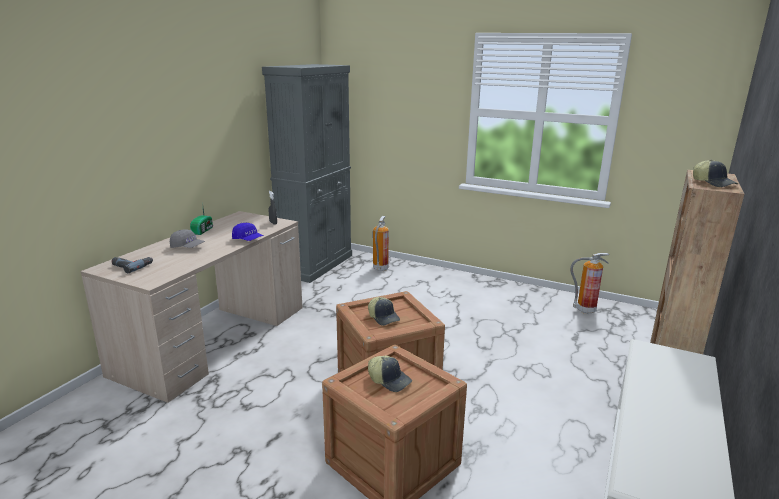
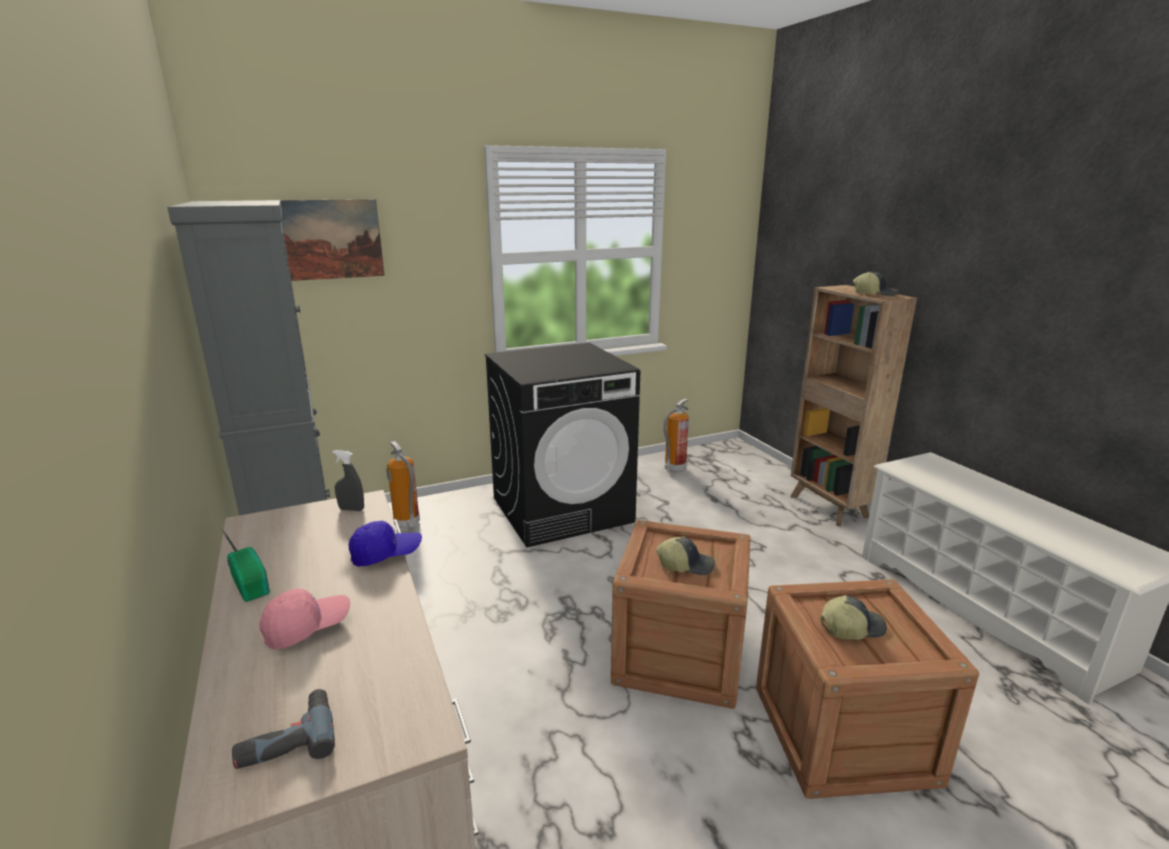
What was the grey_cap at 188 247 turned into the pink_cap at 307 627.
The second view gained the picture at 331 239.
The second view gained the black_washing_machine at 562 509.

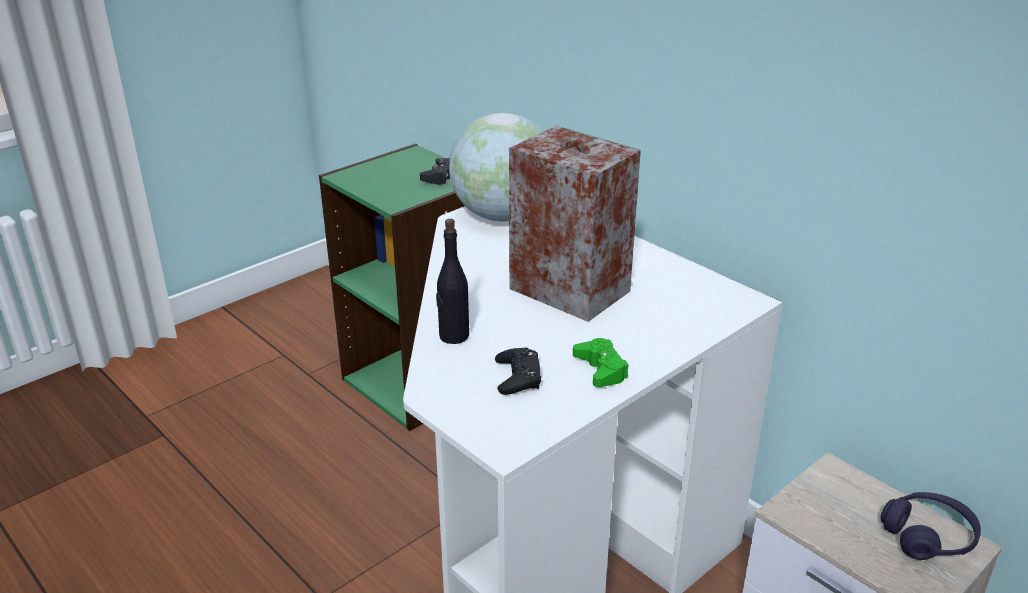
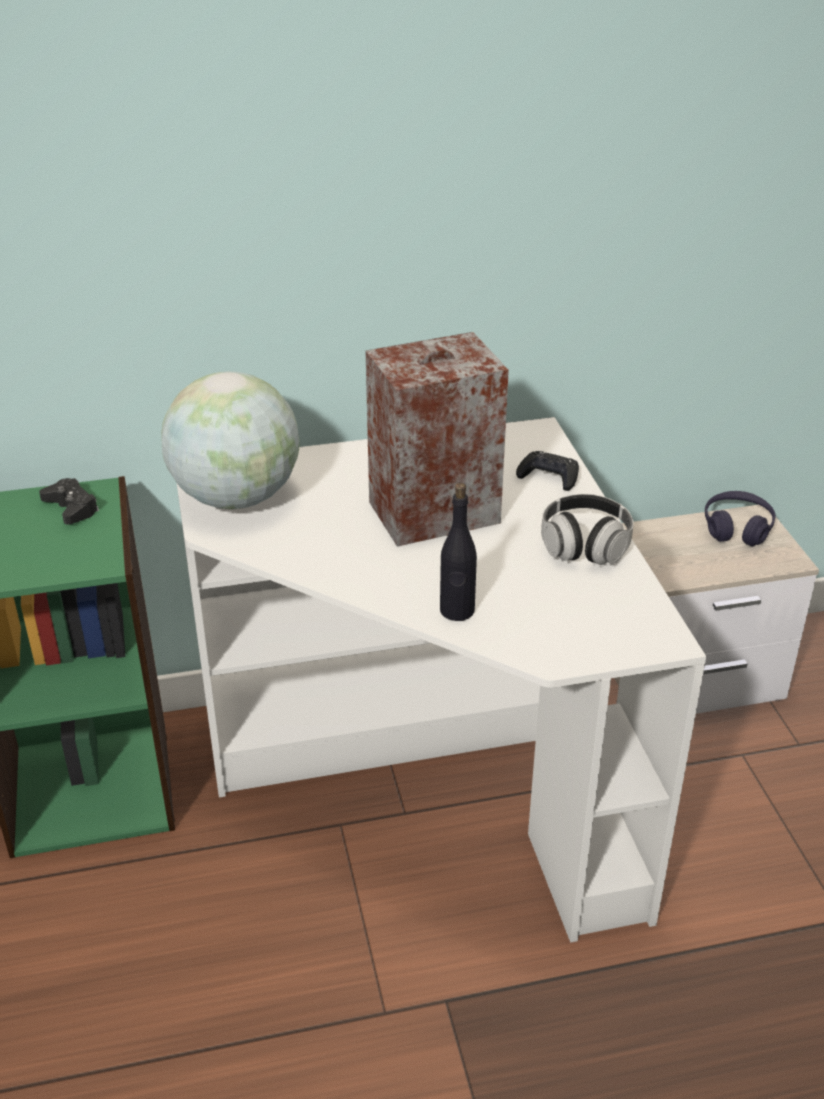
Where the green_game_controller stood at 601 369, the headphones came to stand at 585 545.
The black_game_controller ended up elsewhere, having gone from 517 377 to 549 476.

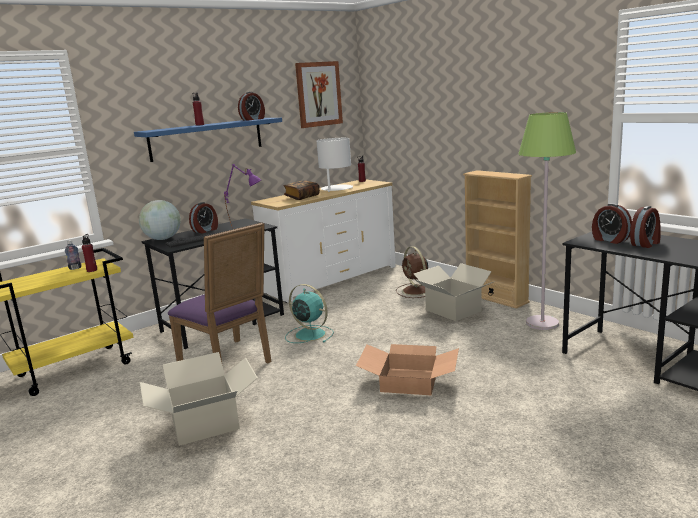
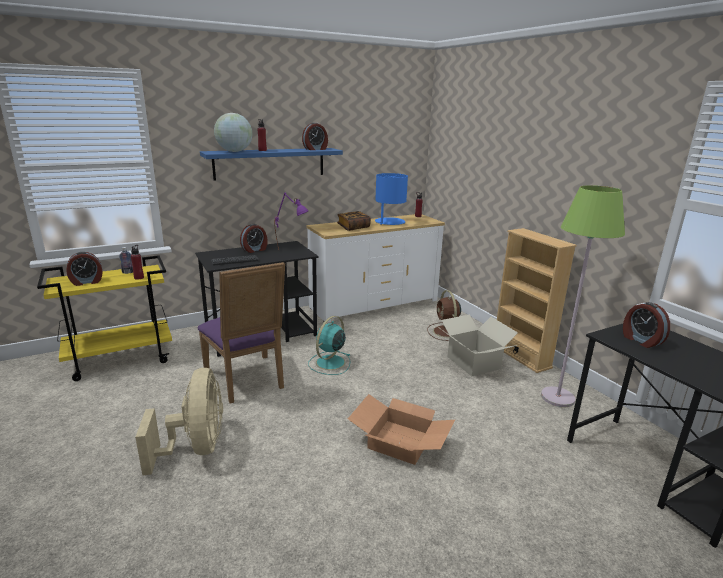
The second view lost the picture at 318 94.
What was the white_table_lamp at 336 189 turned into the blue_table_lamp at 389 222.
The globe ended up elsewhere, having gone from 163 239 to 234 151.
The alarm_clock ended up elsewhere, having gone from 646 244 to 87 282.
The turquoise_fan at 309 334 ended up facing another way, 105 degrees counterclockwise from before.
Where the cardboard_box stood at 205 424, the beige_fan came to stand at 196 448.

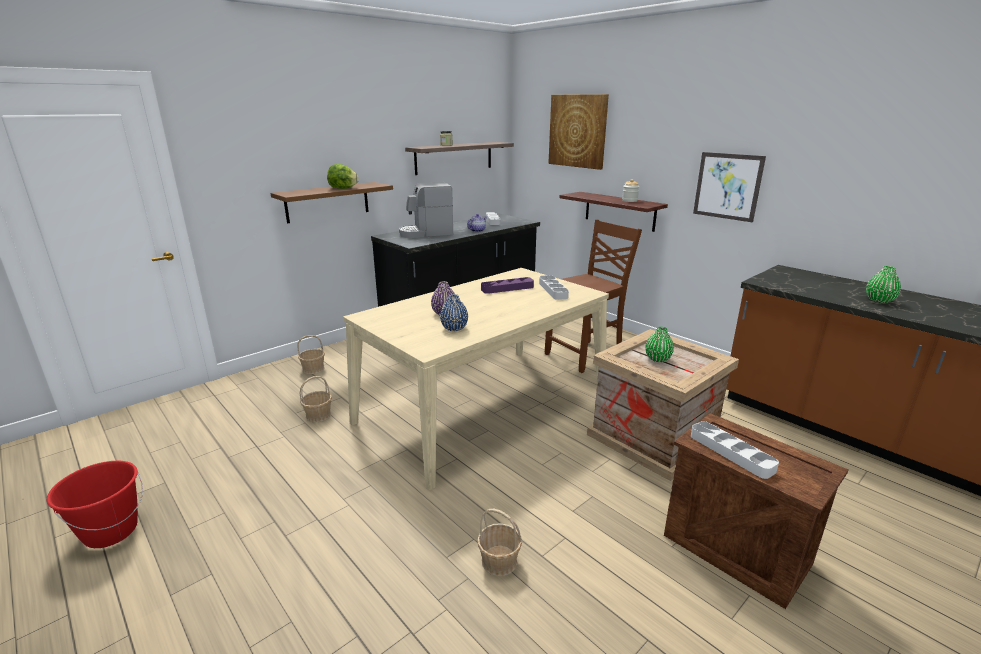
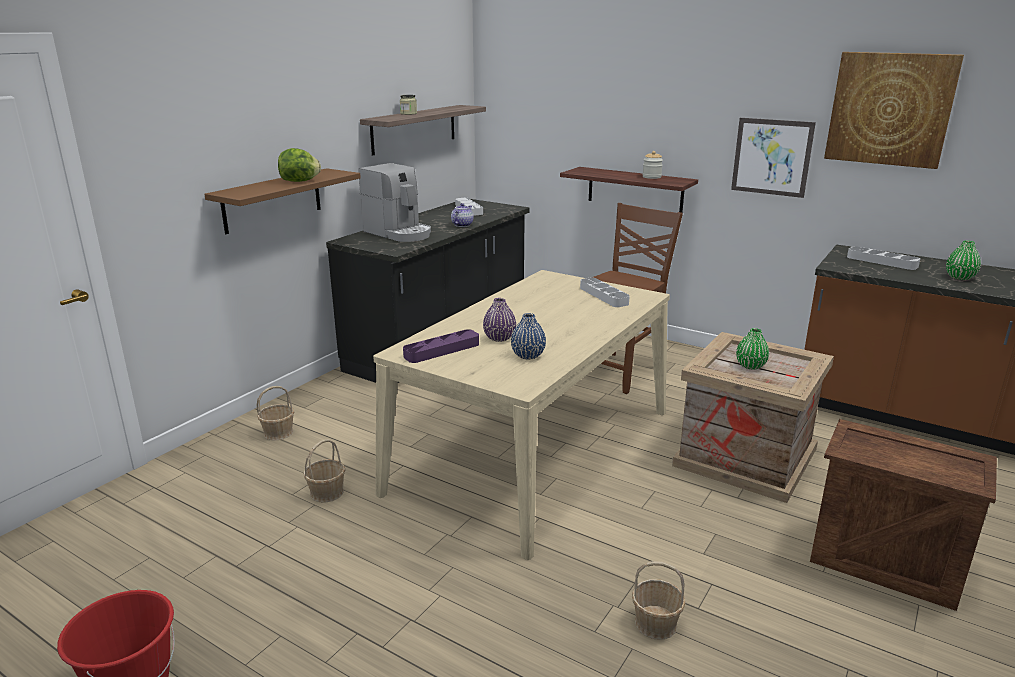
The picture ended up elsewhere, having gone from 578 131 to 890 109.
The coffee_machine at 426 233 ended up facing another way, 105 degrees counterclockwise from before.
The purple_tray ended up elsewhere, having gone from 507 288 to 442 350.
The grey_tray ended up elsewhere, having gone from 731 452 to 881 262.

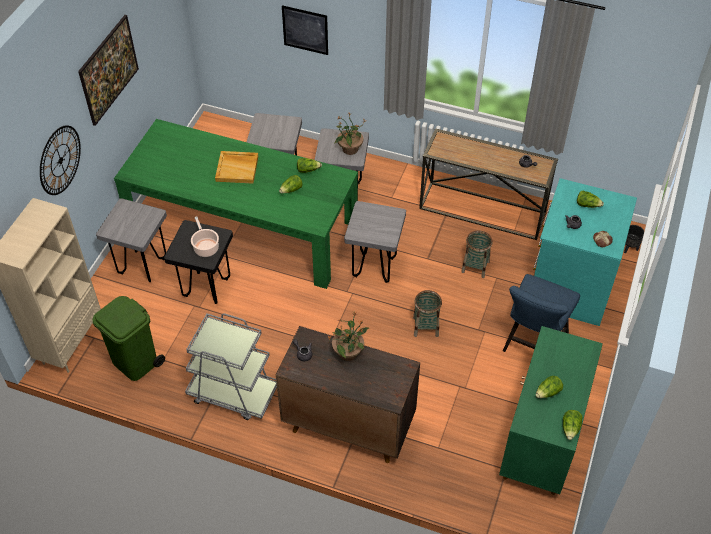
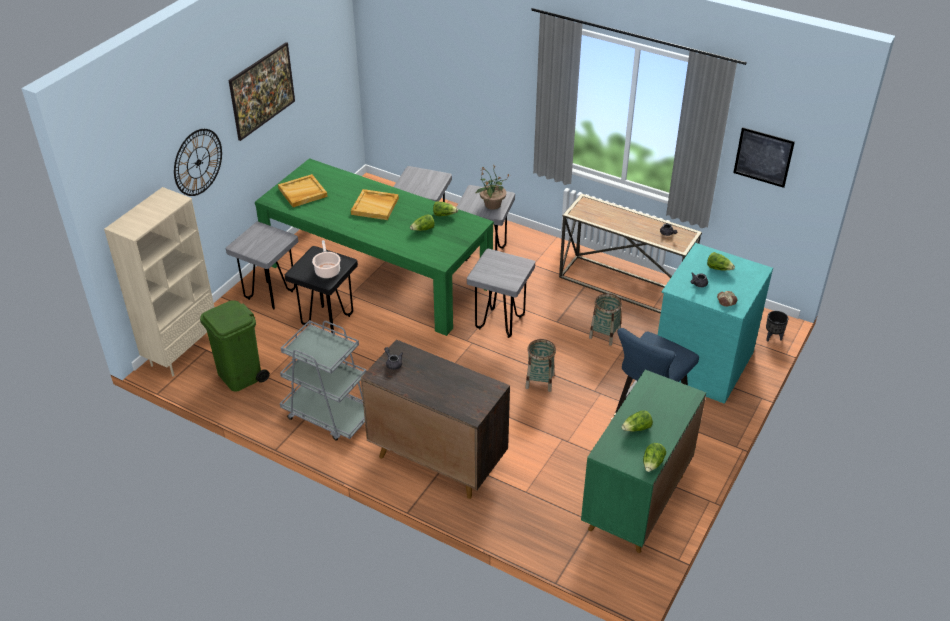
The picture ended up elsewhere, having gone from 305 30 to 763 157.
The second view lost the potted_plant at 348 352.
The second view gained the beige_tray at 302 193.

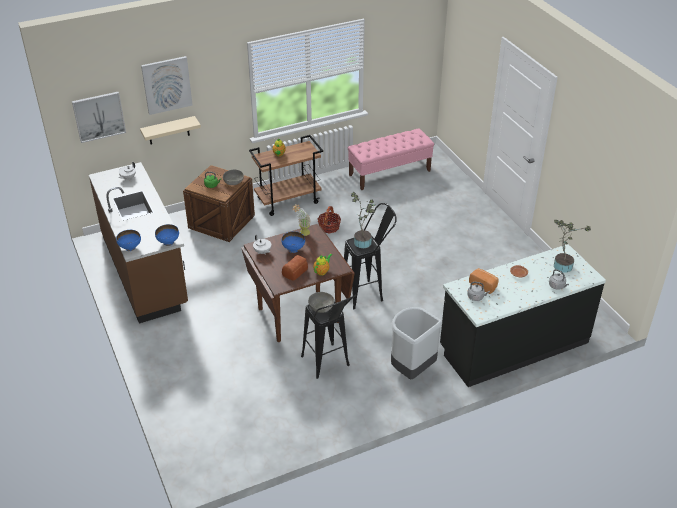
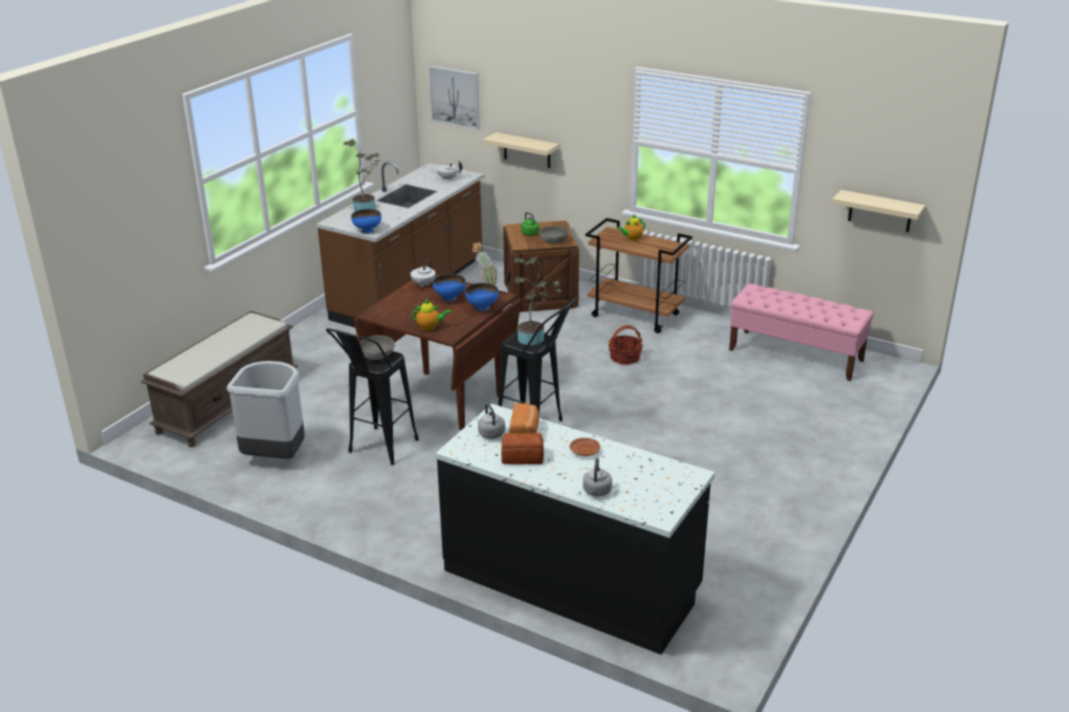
The second view lost the picture at 167 85.
The potted_plant ended up elsewhere, having gone from 561 265 to 366 207.
The blue_bowl ended up elsewhere, having gone from 130 248 to 482 308.
The bread ended up elsewhere, having gone from 295 272 to 523 457.
The grey_trash_can ended up elsewhere, having gone from 411 369 to 276 457.
The second view gained the beige_shelf at 880 211.
The second view gained the brown_bench at 228 403.

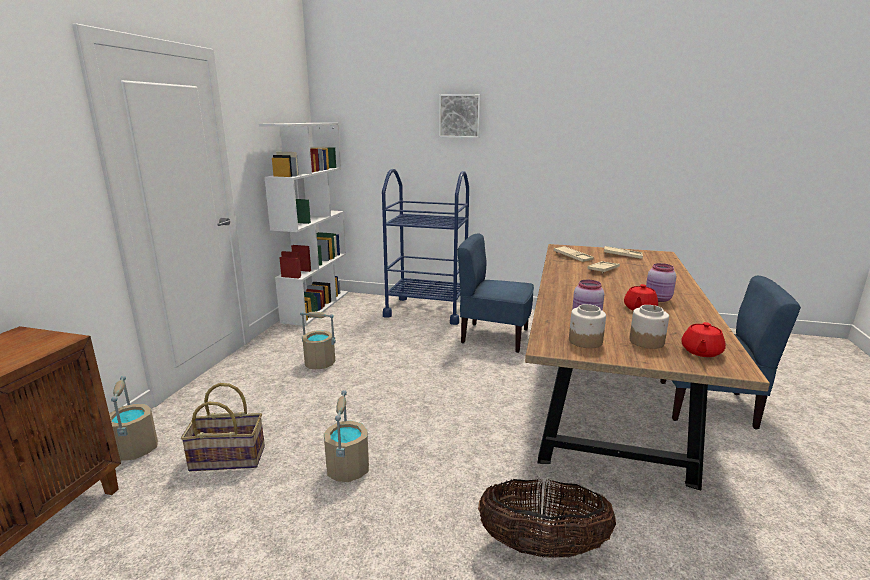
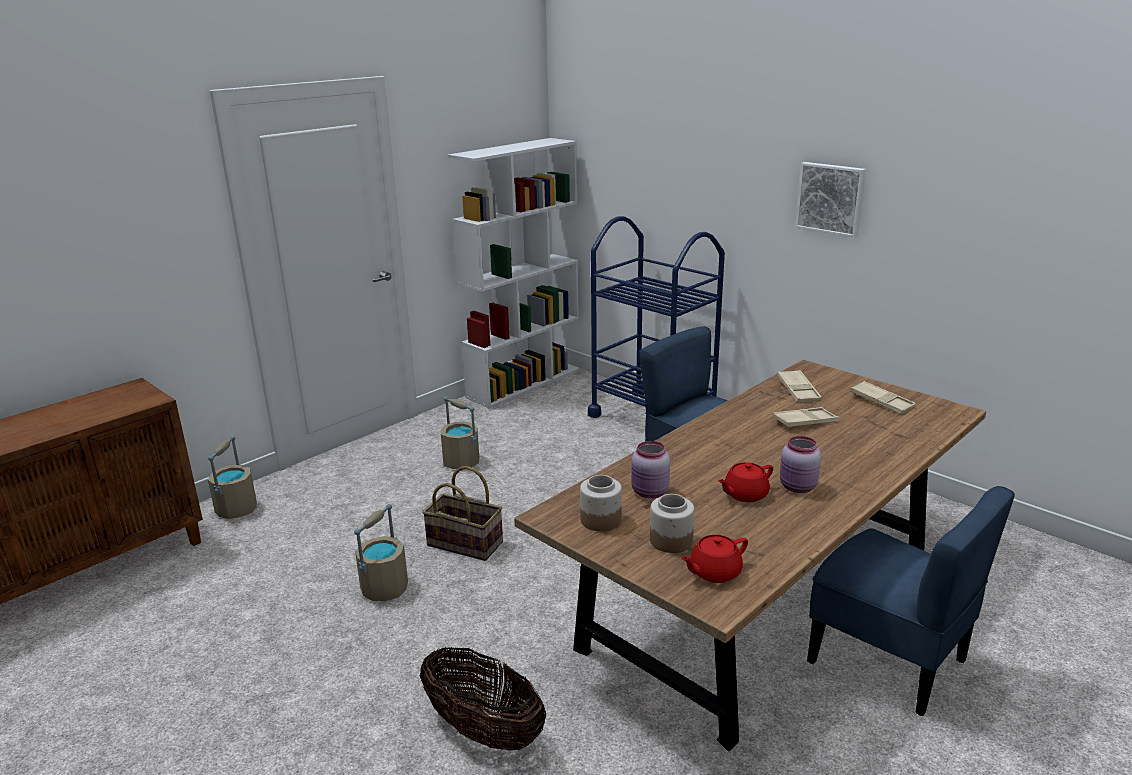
The picture ended up elsewhere, having gone from 460 116 to 831 198.
The basket ended up elsewhere, having gone from 228 457 to 466 543.

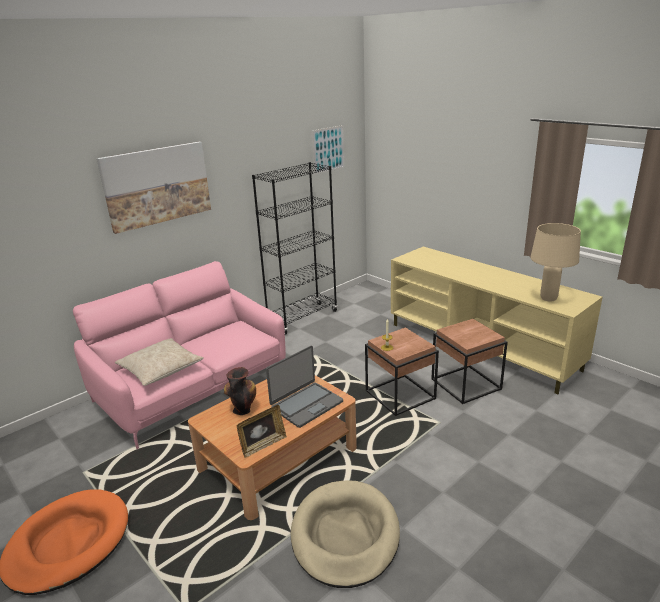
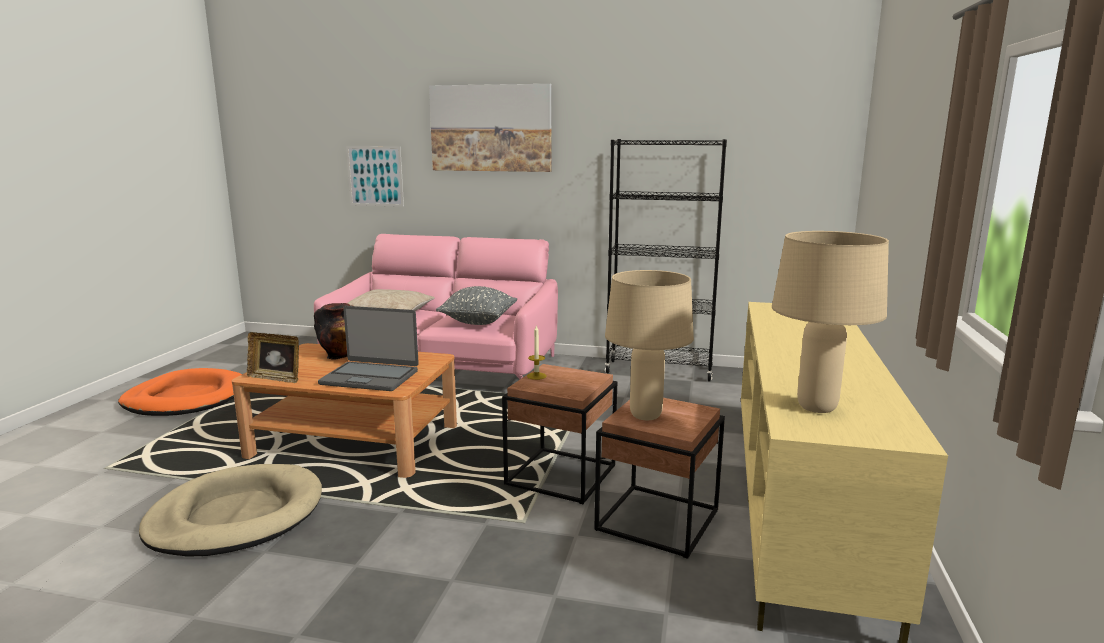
The picture ended up elsewhere, having gone from 328 149 to 375 176.
The second view gained the beige_table_lamp at 645 416.
The second view gained the grey_pillow at 478 322.

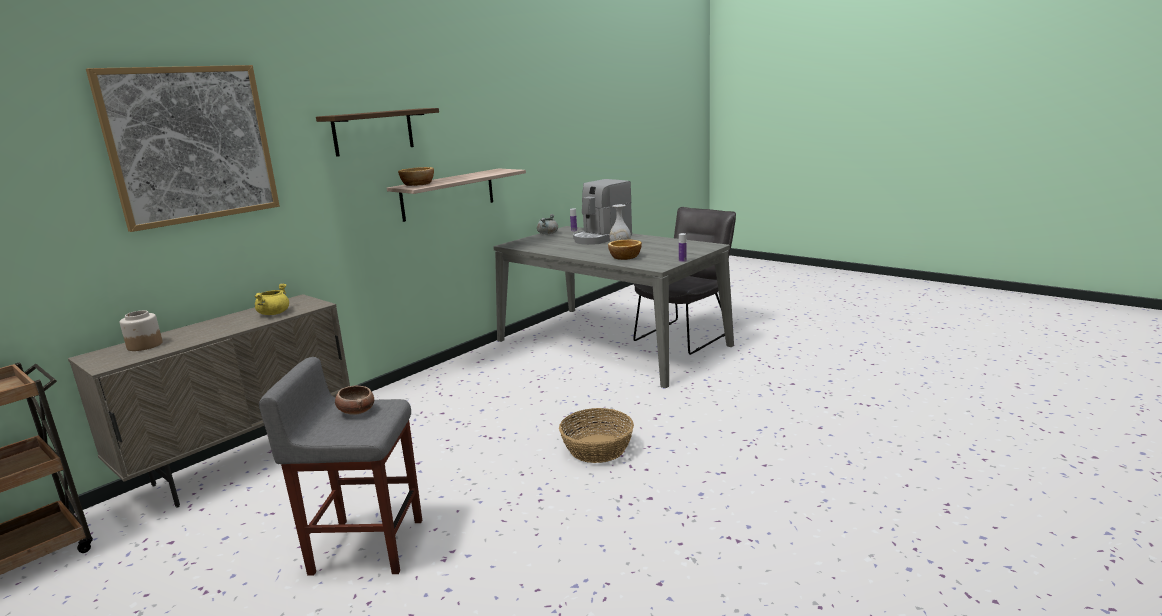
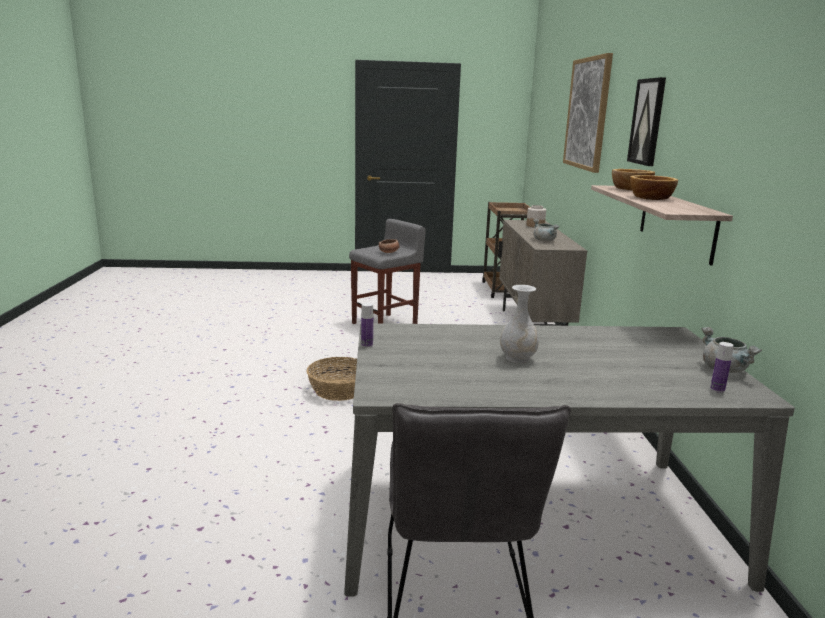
Where the shelf hung at 373 132, the picture came to hang at 647 122.
The second view lost the coffee_machine at 601 238.
The bowl ended up elsewhere, having gone from 625 257 to 650 197.
What was the yellow_cooking_pot at 274 313 turned into the grey_cooking_pot at 545 241.

